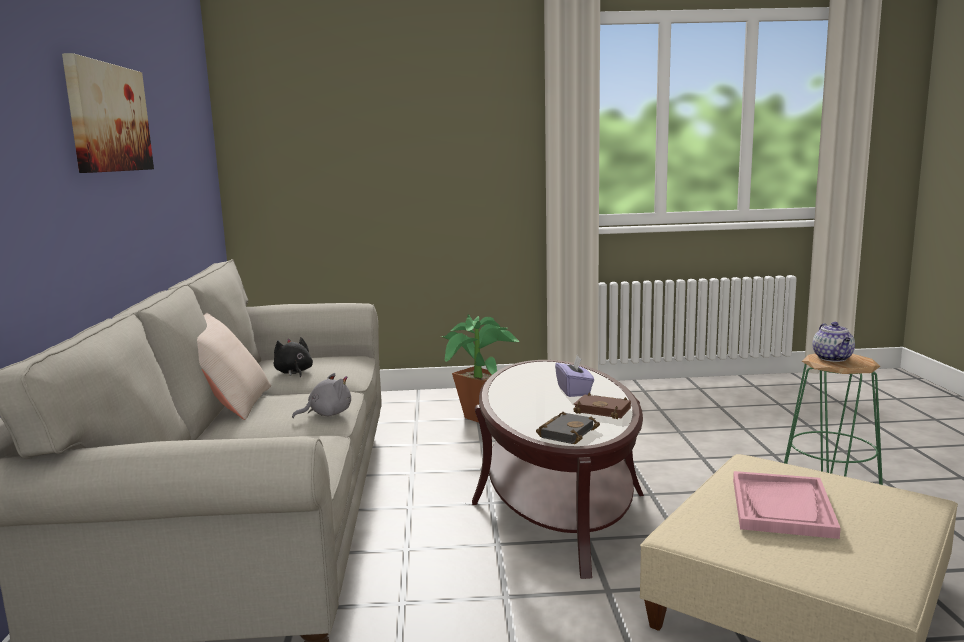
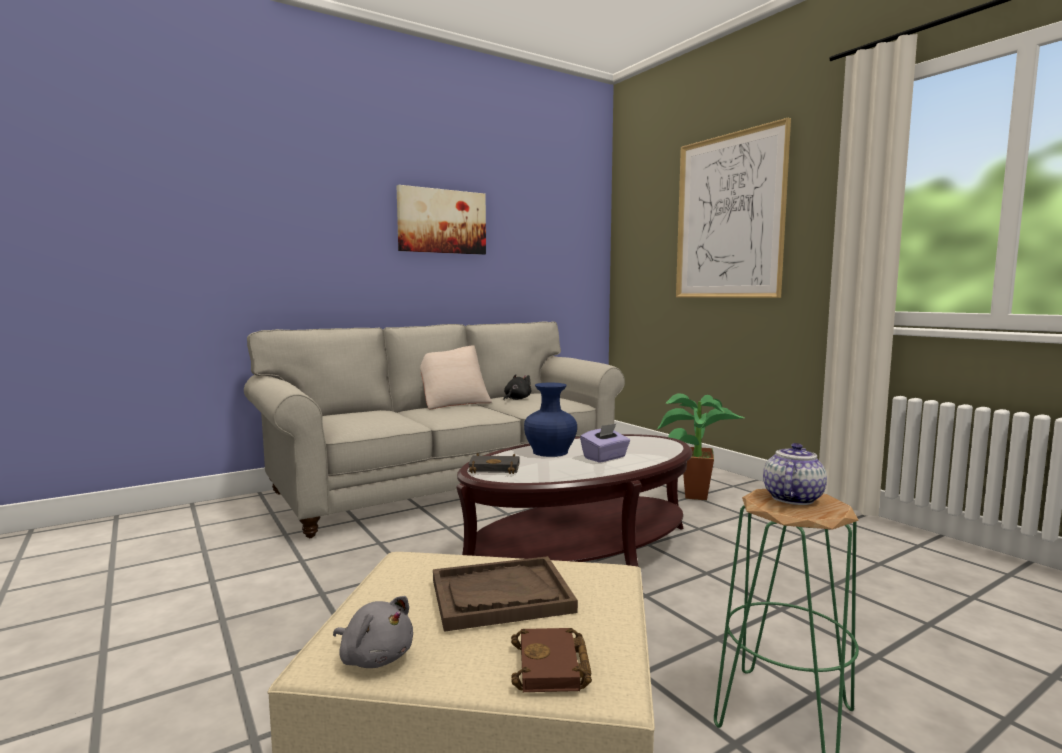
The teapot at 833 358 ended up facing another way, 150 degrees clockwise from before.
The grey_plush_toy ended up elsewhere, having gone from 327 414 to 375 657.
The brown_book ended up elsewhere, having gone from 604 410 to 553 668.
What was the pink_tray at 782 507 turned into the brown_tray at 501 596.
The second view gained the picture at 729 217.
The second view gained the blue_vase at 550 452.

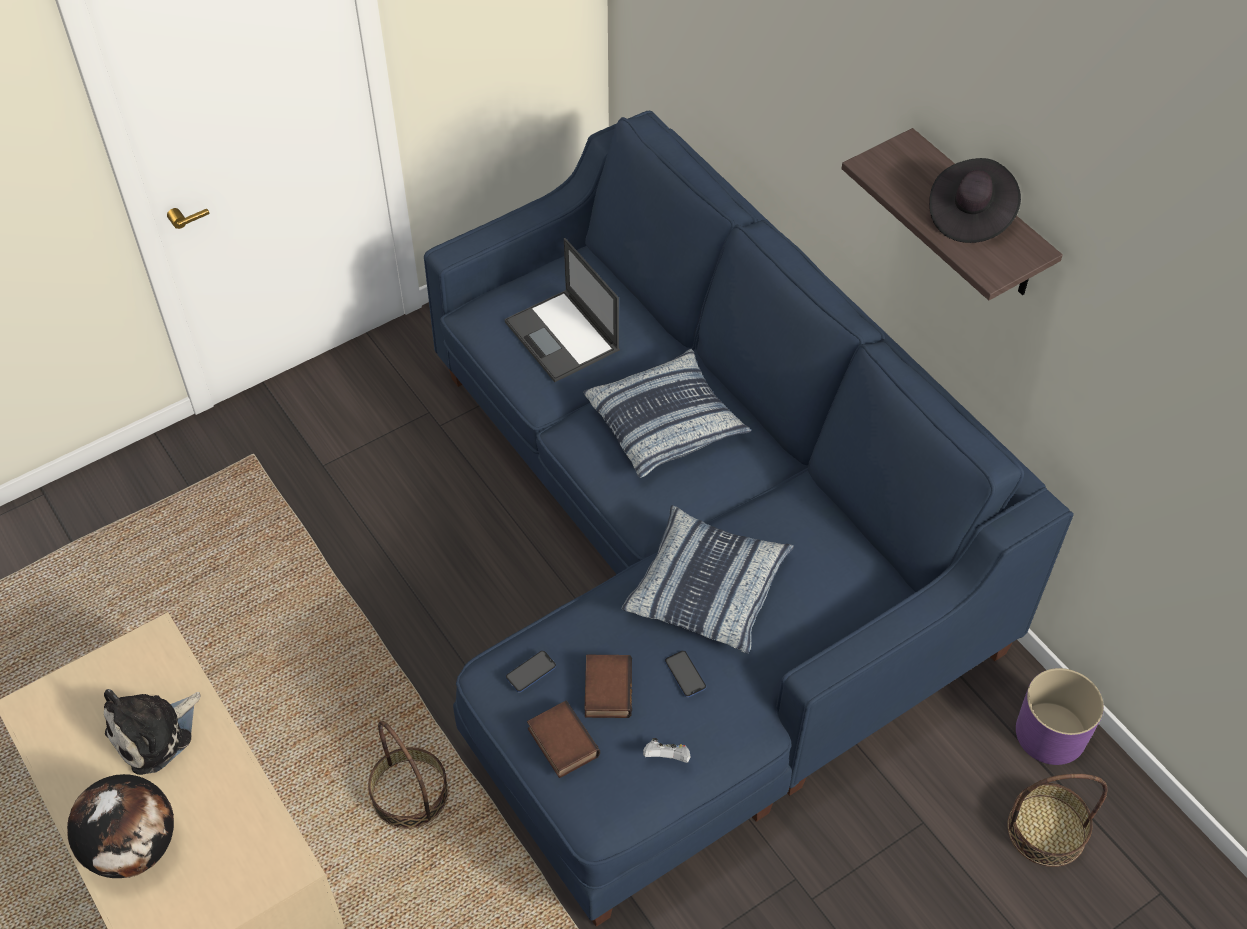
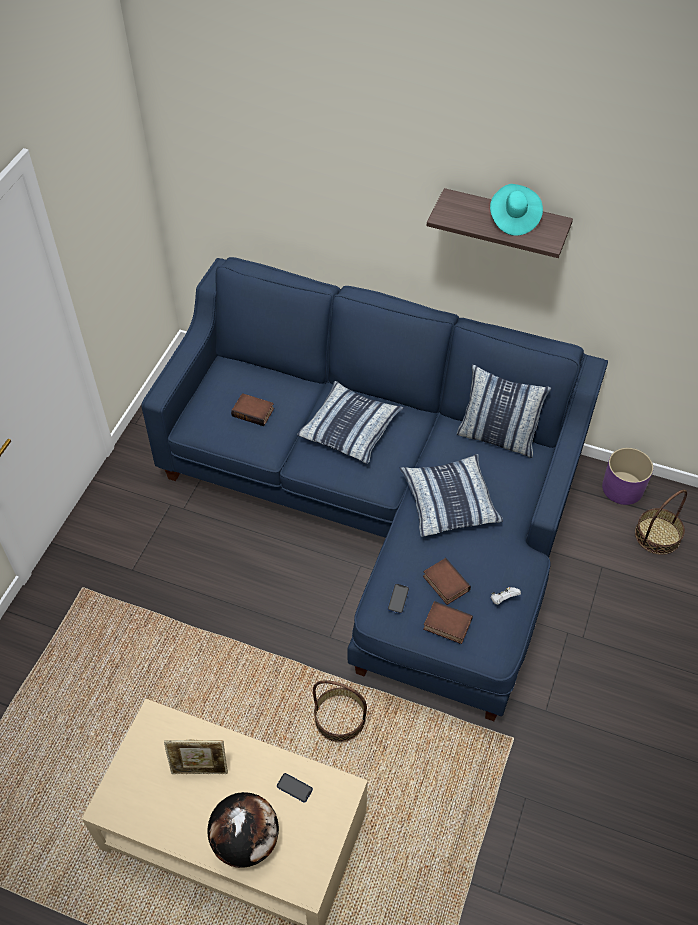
What was the black_hat at 969 216 turned into the turquoise_hat at 513 219.
Where the laptop stood at 563 337, the book came to stand at 254 412.
The phone ended up elsewhere, having gone from 685 674 to 294 788.
Where the plush_toy stood at 155 733, the picture_frame came to stand at 200 770.
The second view gained the pillow at 497 437.

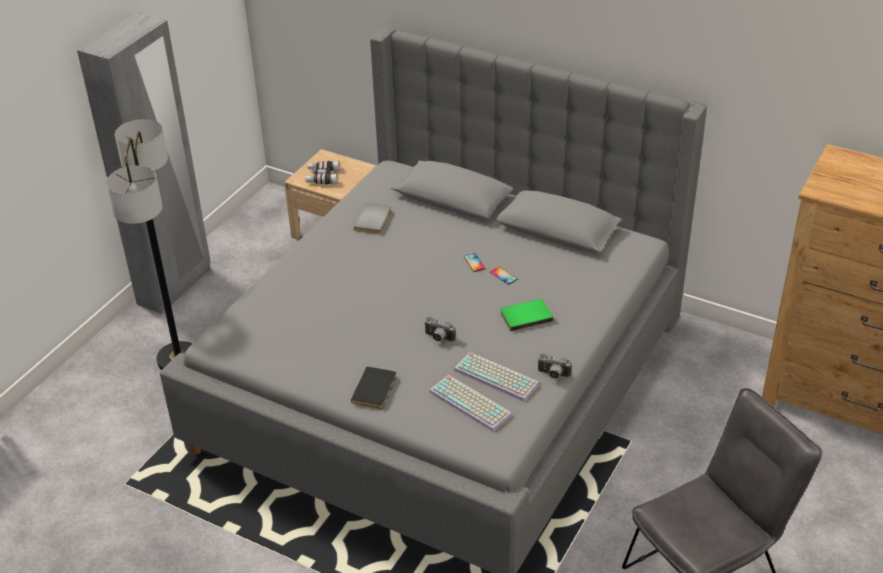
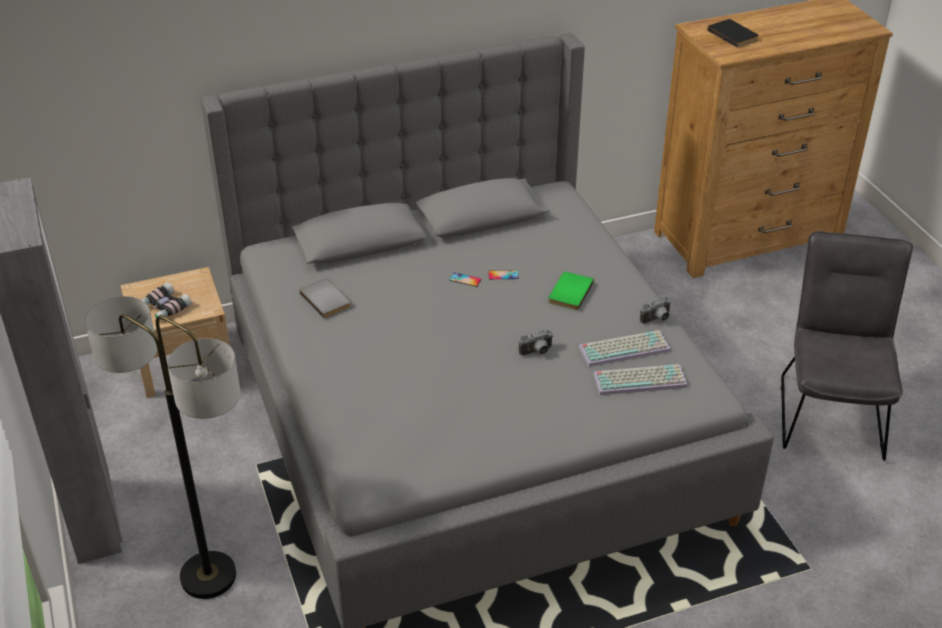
The black_book ended up elsewhere, having gone from 376 389 to 734 35.

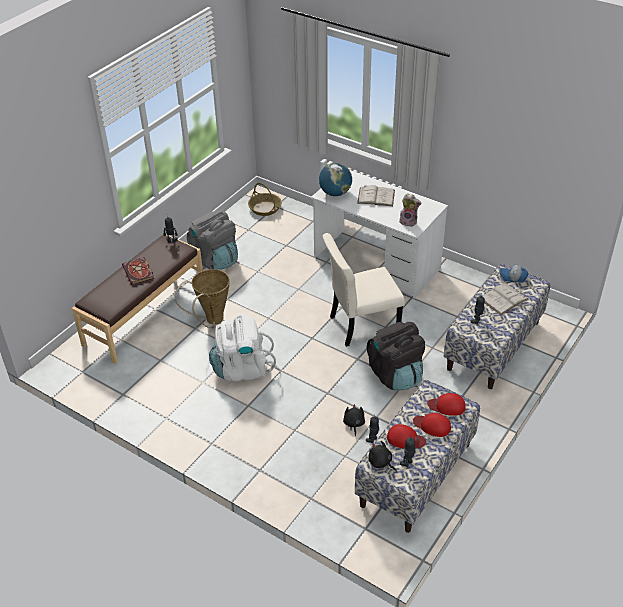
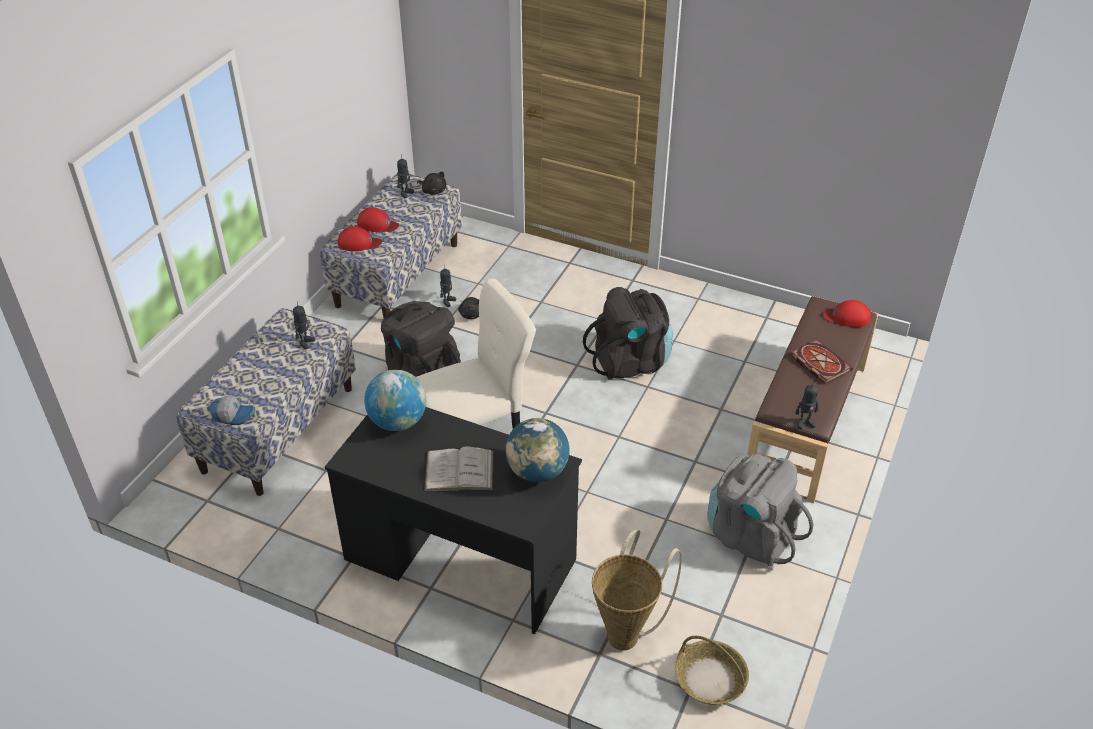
What was the white_desk at 376 263 turned into the black_desk at 460 559.
Where the plush_toy stood at 409 222, the globe came to stand at 398 421.
The basket ended up elsewhere, having gone from 211 321 to 627 632.
The second view lost the white_book at 503 299.
What was the white_backpack at 242 368 turned into the black_backpack at 630 361.
The red_cap ended up elsewhere, having gone from 405 439 to 847 317.

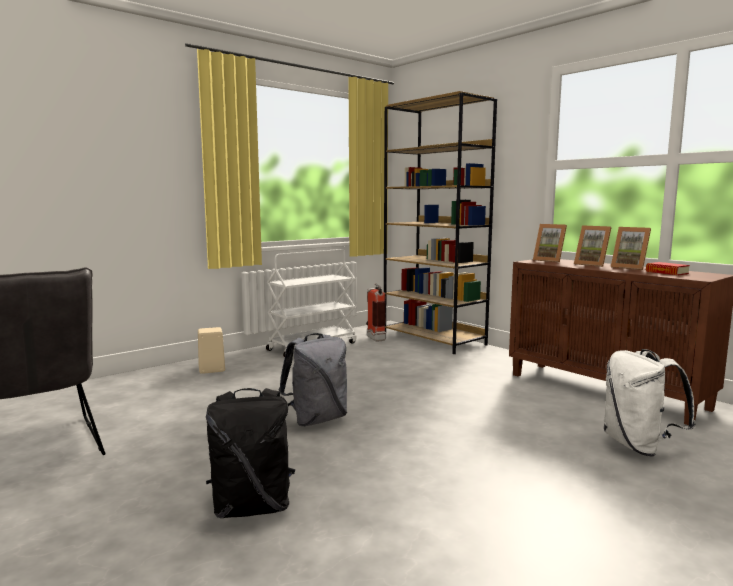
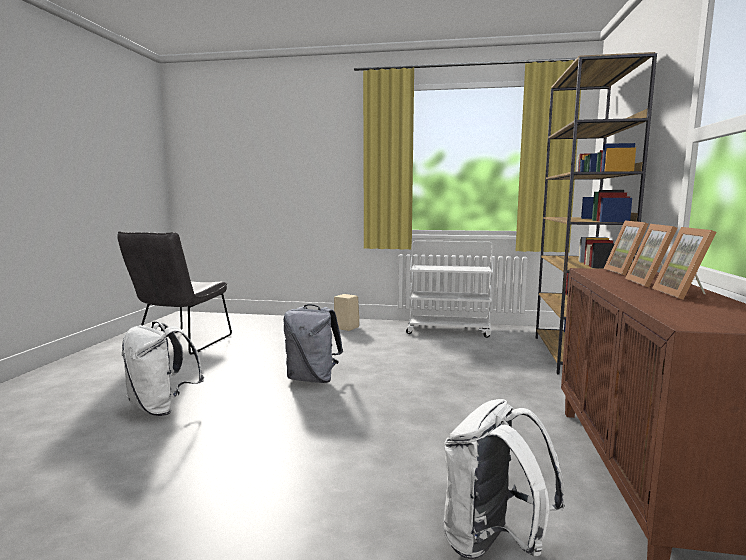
The second view lost the book at 666 272.
The second view lost the fire_extinguisher at 374 337.
What was the black_backpack at 252 507 turned into the white_backpack at 162 408.

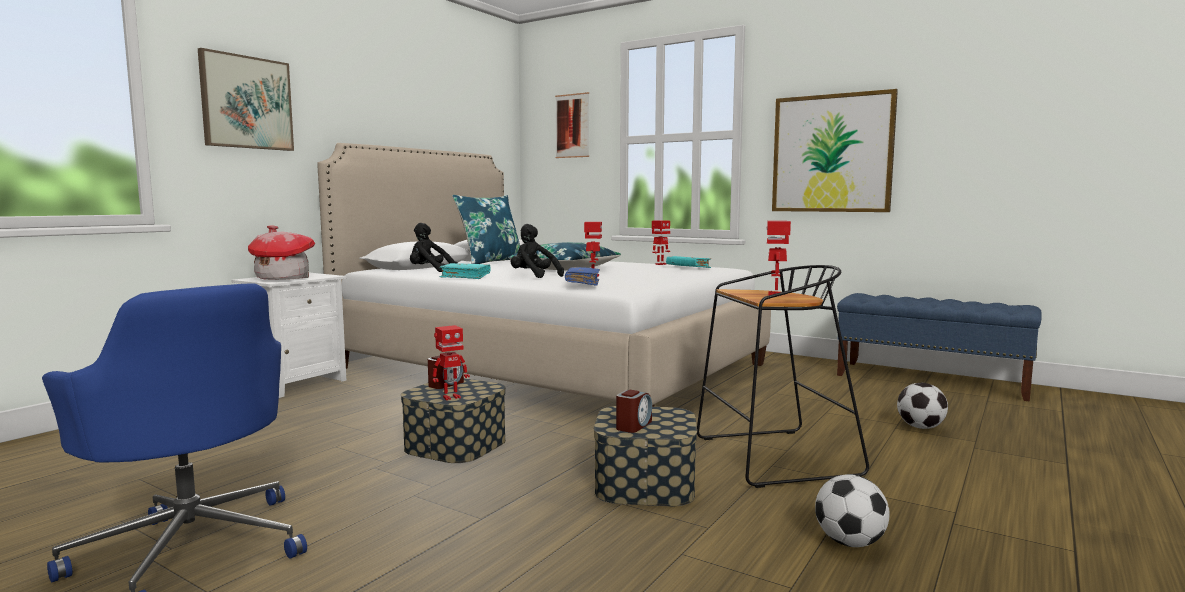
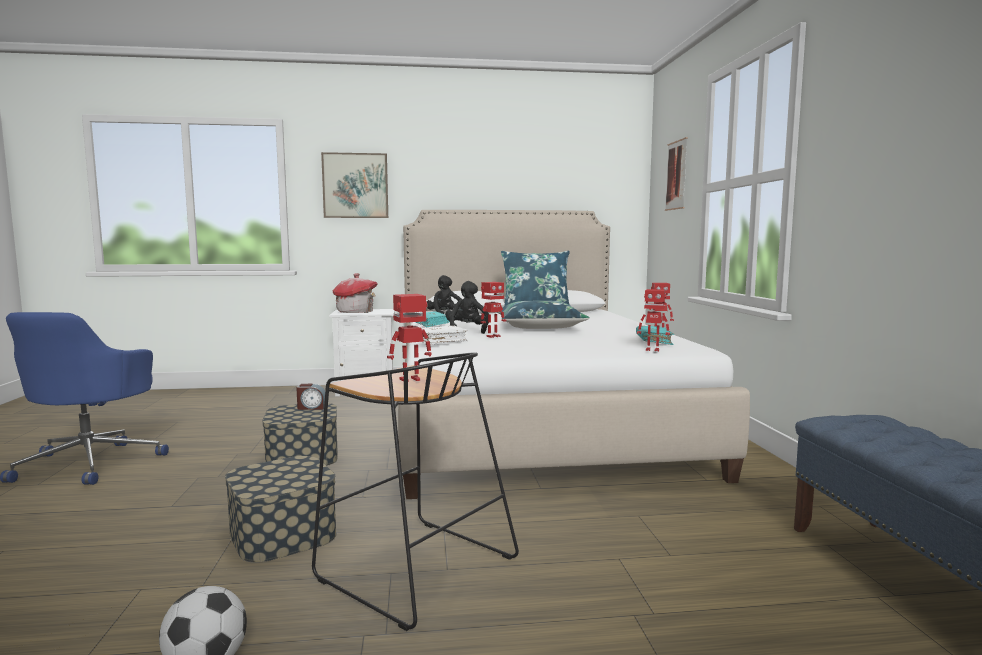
The second view lost the picture at 832 153.
What was the blue_book at 582 283 turned into the white_book at 440 341.
The toy_robot ended up elsewhere, having gone from 451 397 to 652 350.
The second view lost the football at 920 427.
The second view lost the alarm_clock at 633 426.

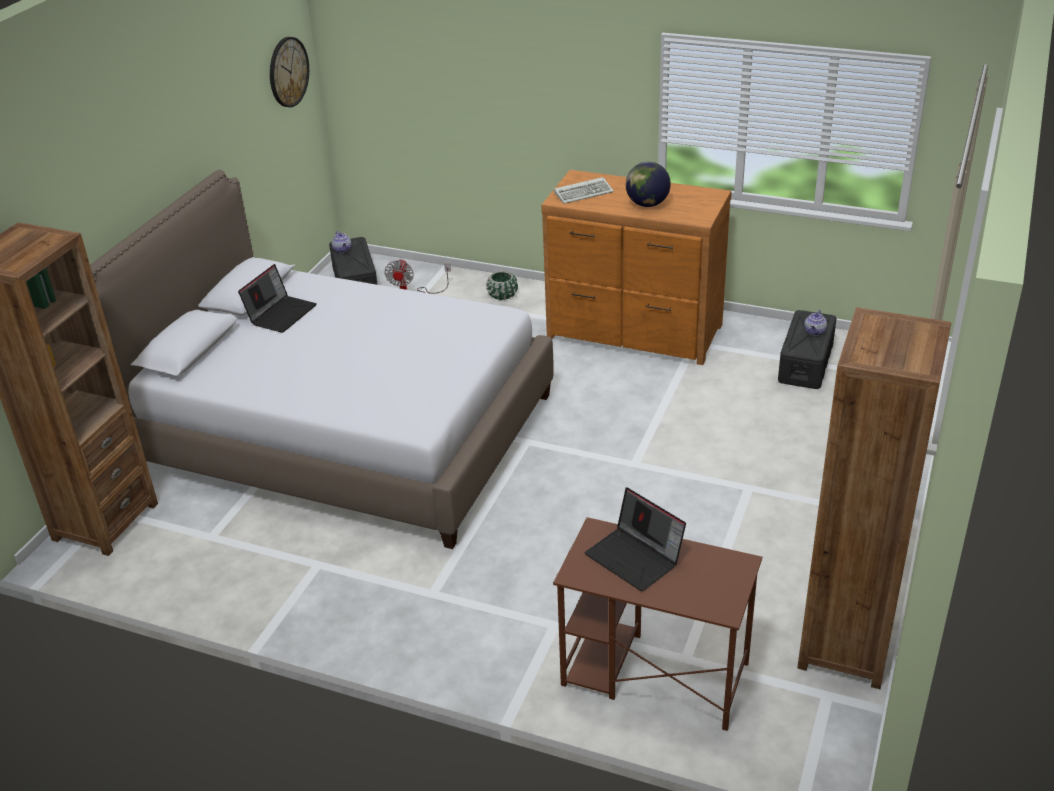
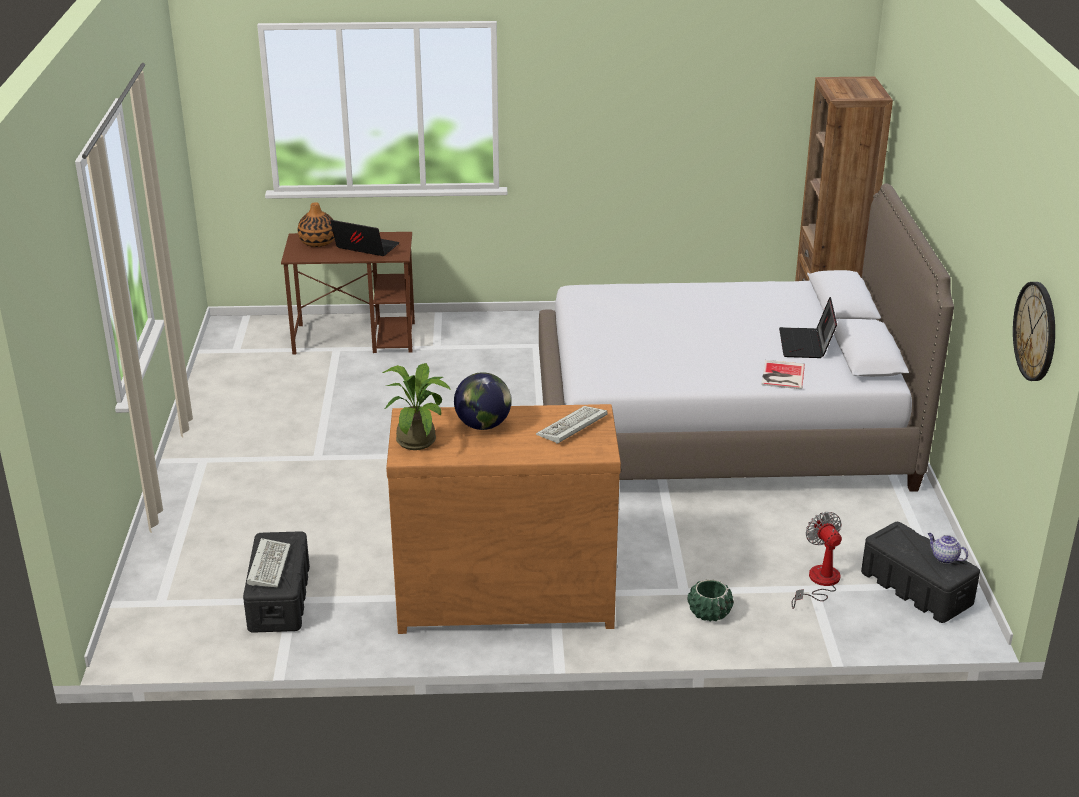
The second view lost the brown_bookcase at 846 644.
Where the teapot stood at 815 332, the keyboard came to stand at 268 565.
The second view gained the vase at 318 242.
The second view gained the book at 781 375.
The second view gained the potted_plant at 419 438.

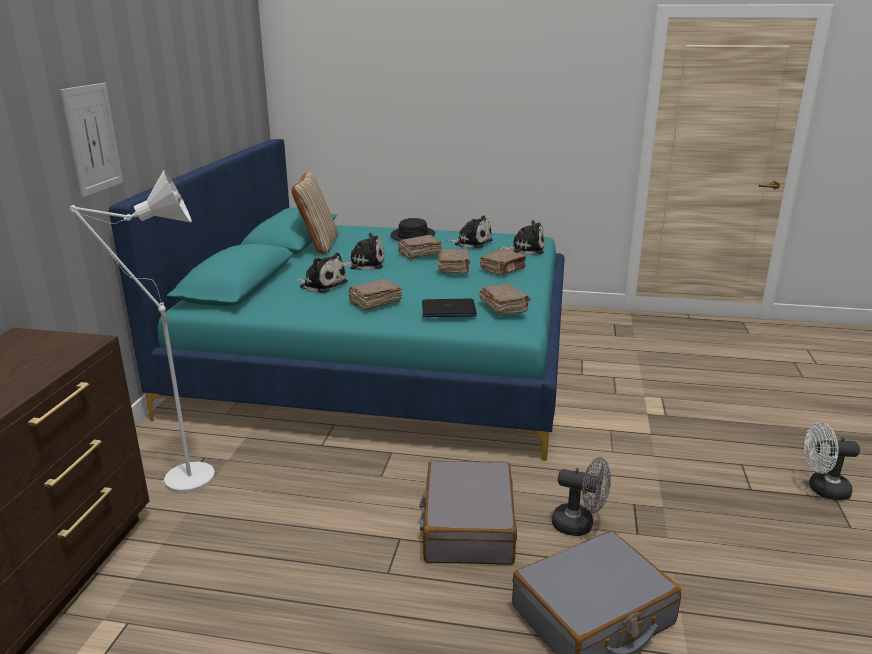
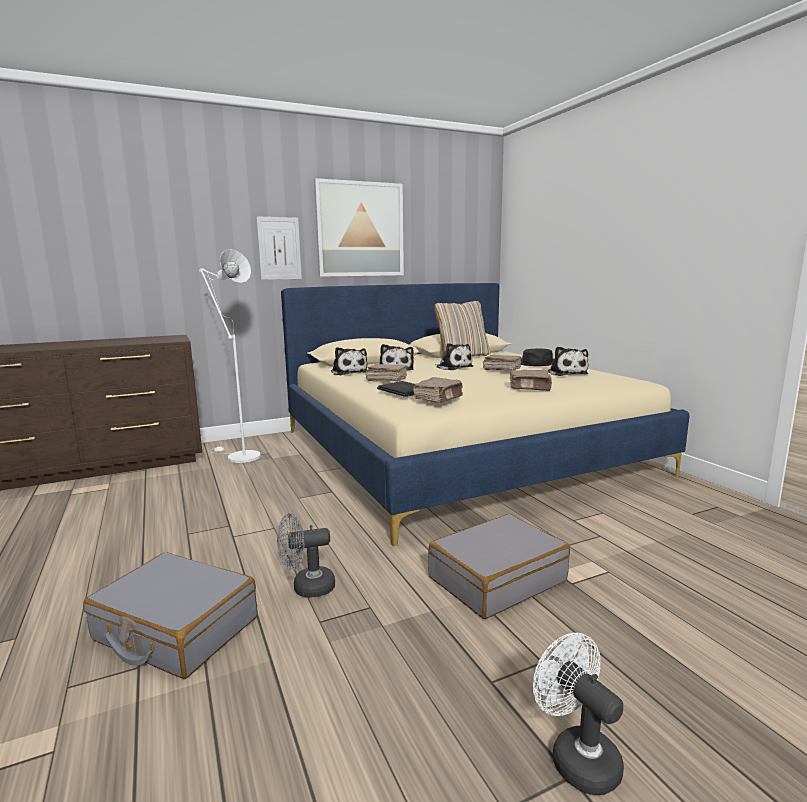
What was the turquoise_bed at 385 356 turned into the beige_bed at 458 451.
The plush_toy ended up elsewhere, having gone from 525 249 to 348 372.
The second view lost the brown_book at 454 268.
The grey_fan at 579 525 ended up facing another way, 90 degrees clockwise from before.
The grey_suitcase ended up elsewhere, having gone from 468 526 to 496 579.
The second view gained the picture at 360 229.

